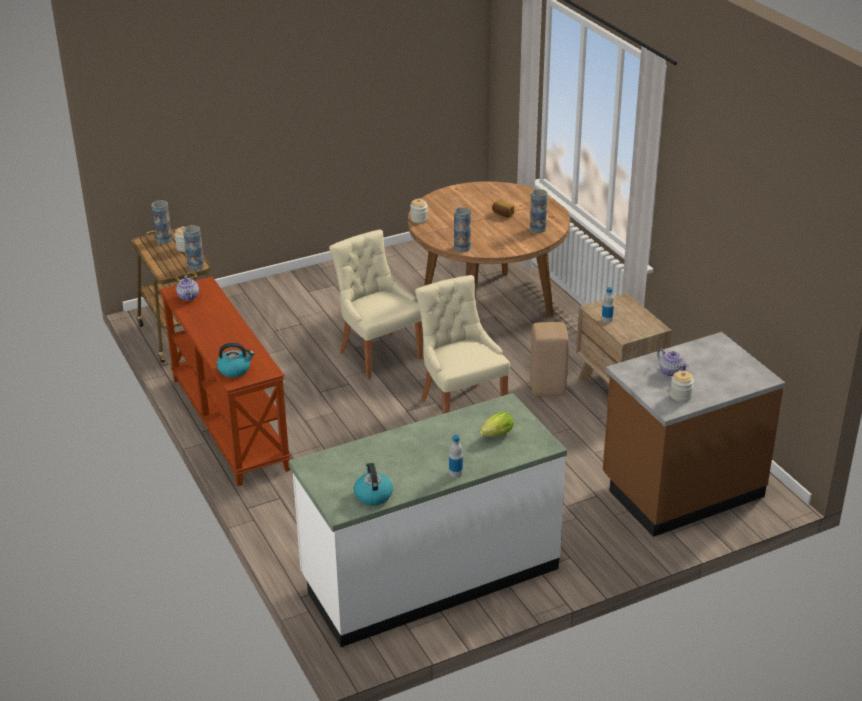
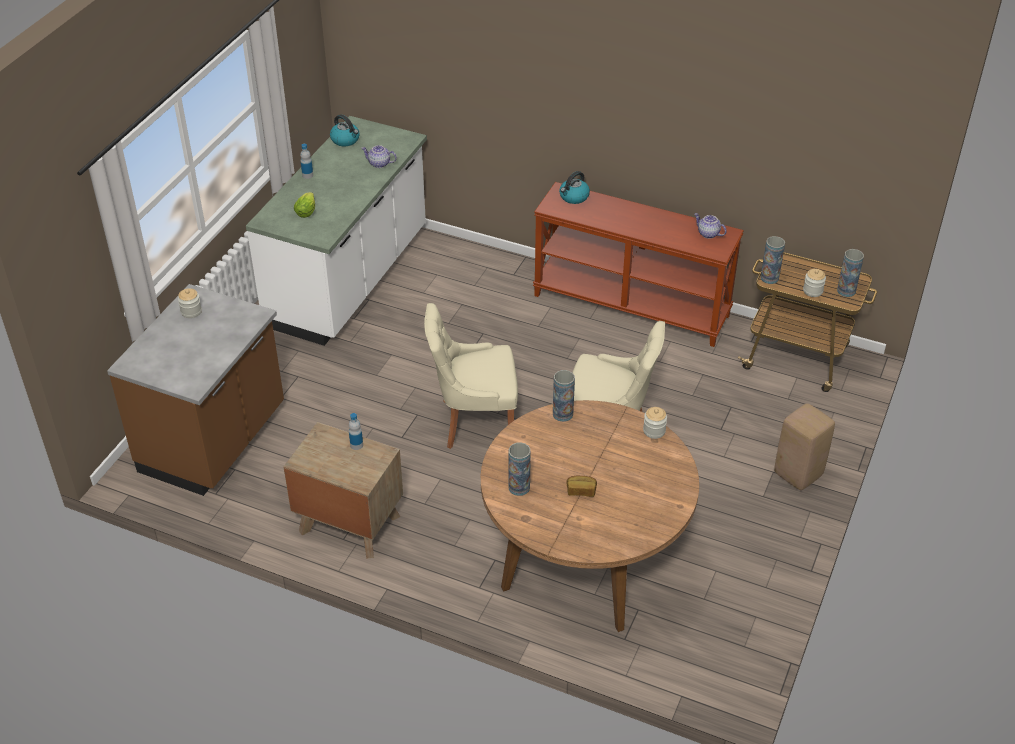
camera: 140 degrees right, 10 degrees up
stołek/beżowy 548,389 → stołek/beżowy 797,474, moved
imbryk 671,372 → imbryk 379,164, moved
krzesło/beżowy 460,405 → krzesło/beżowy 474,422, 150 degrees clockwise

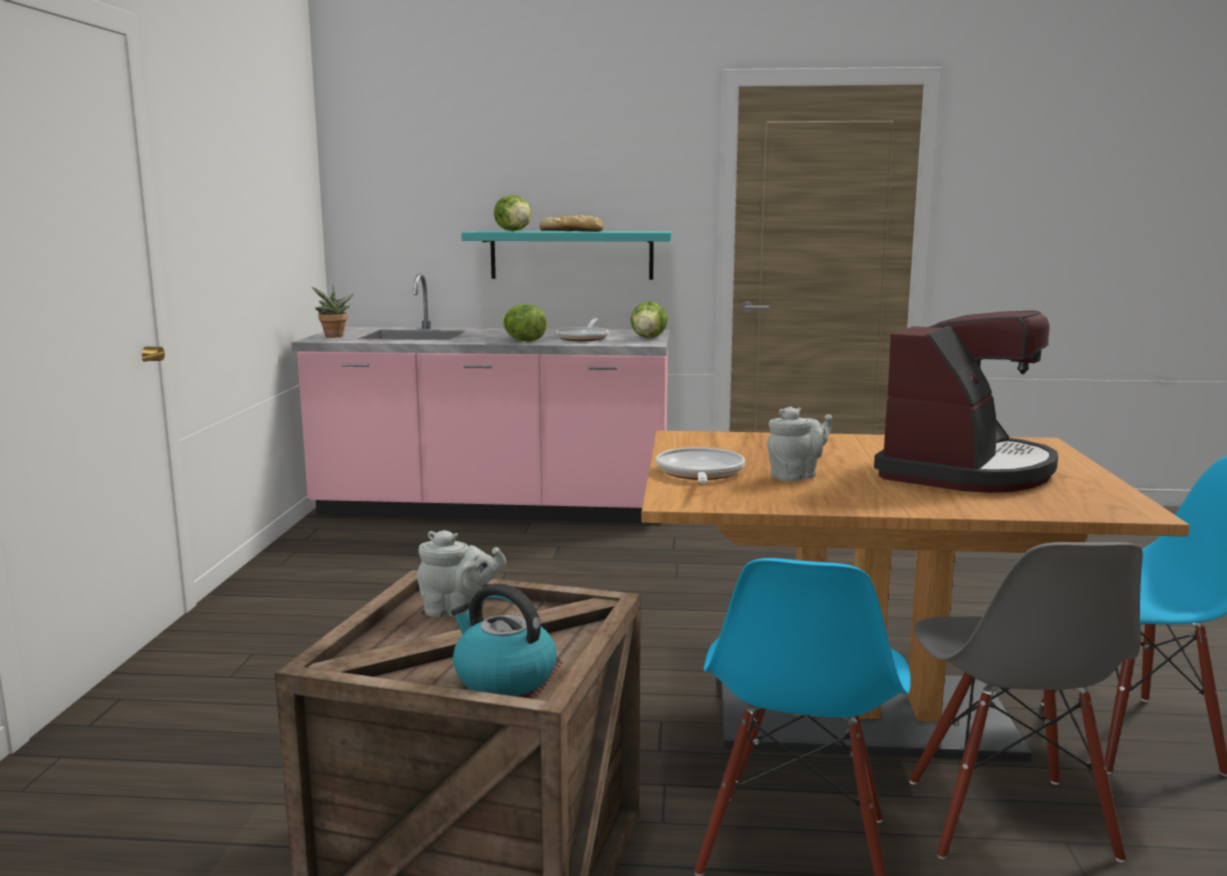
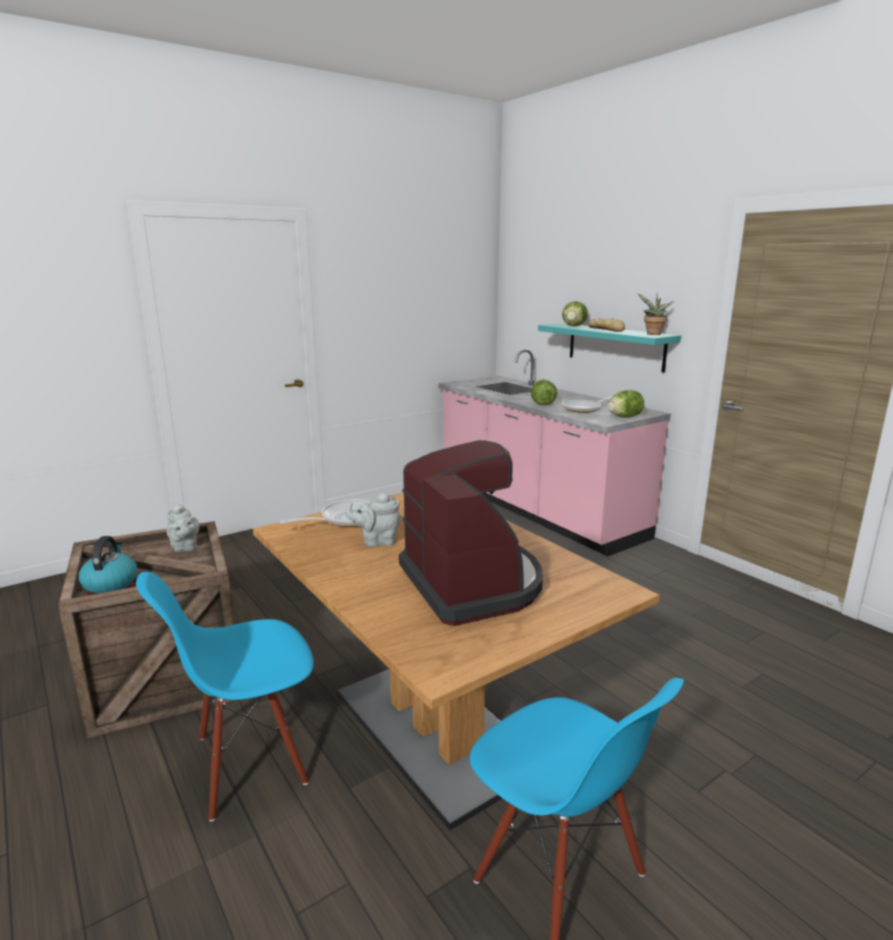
camera: 50 degrees right, 5 degrees up
krzesło/szary 1007,819 → -
roślina doniczkowa 334,336 → roślina doniczkowa 653,334, moved
imbryk/szary 796,476 → imbryk/szary 377,541, 150 degrees clockwise
ekspres do kawy 965,471 → ekspres do kawy 472,583, 105 degrees counterclockwise

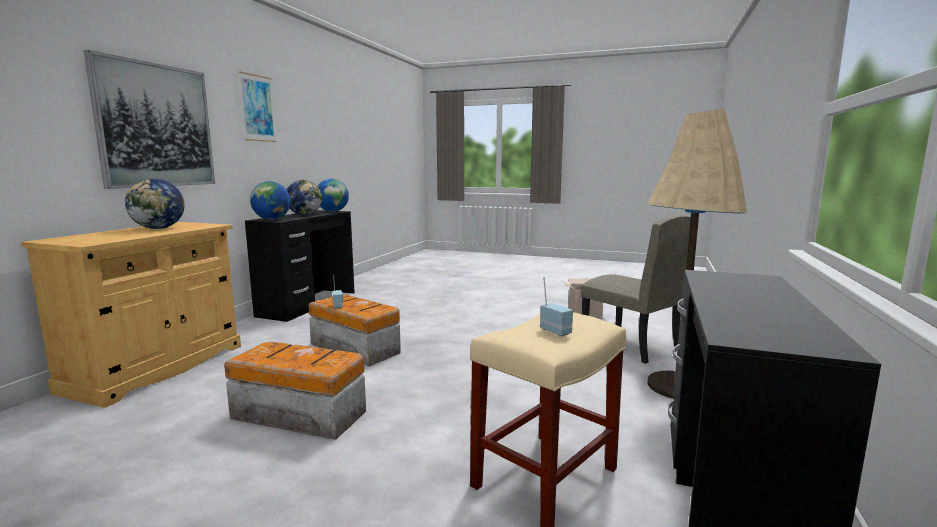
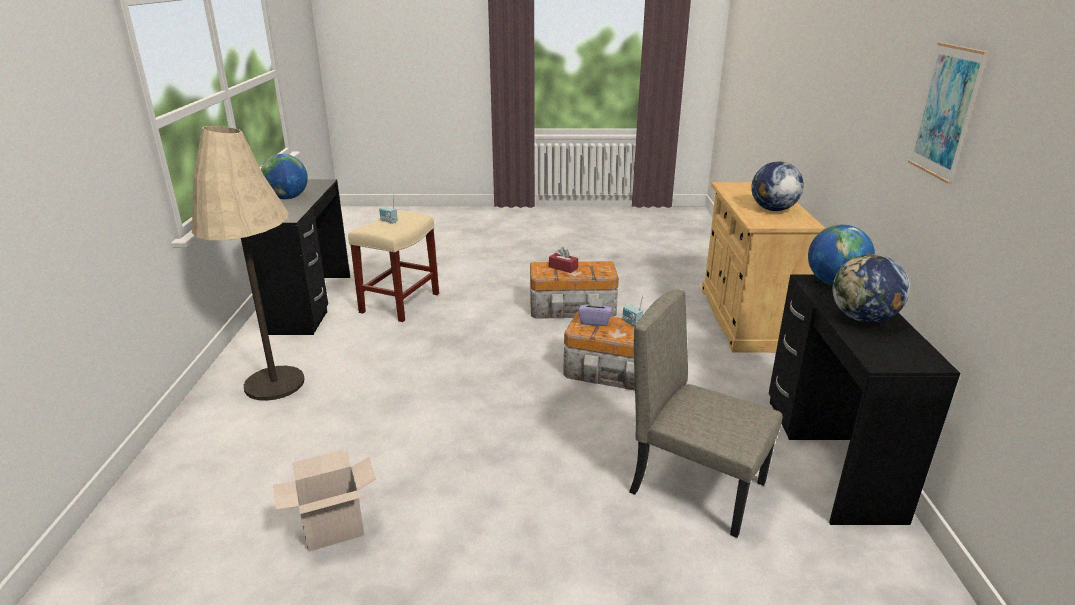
camera: 160 degrees right, 15 degrees up
obraz 156,126 → -
- → pudełko chusteczek/czerwony 563,267
- → pudełko chusteczek/fioletowy 594,322
globus 333,211 → globus 287,198, moved
krzesło/beżowy 629,344 → krzesło/beżowy 697,487, moved

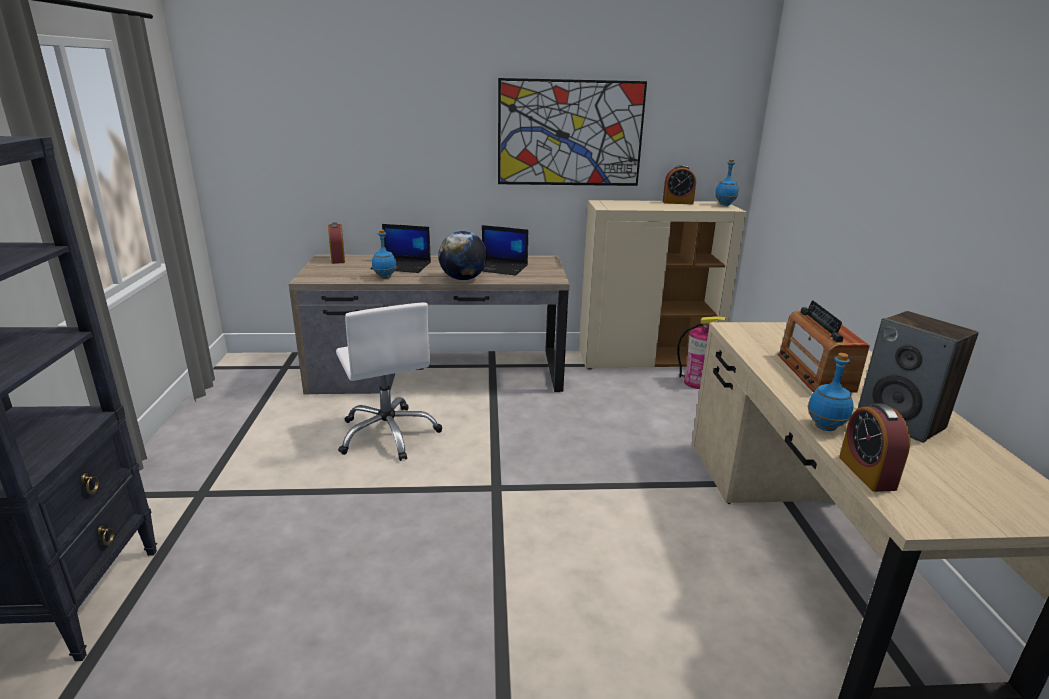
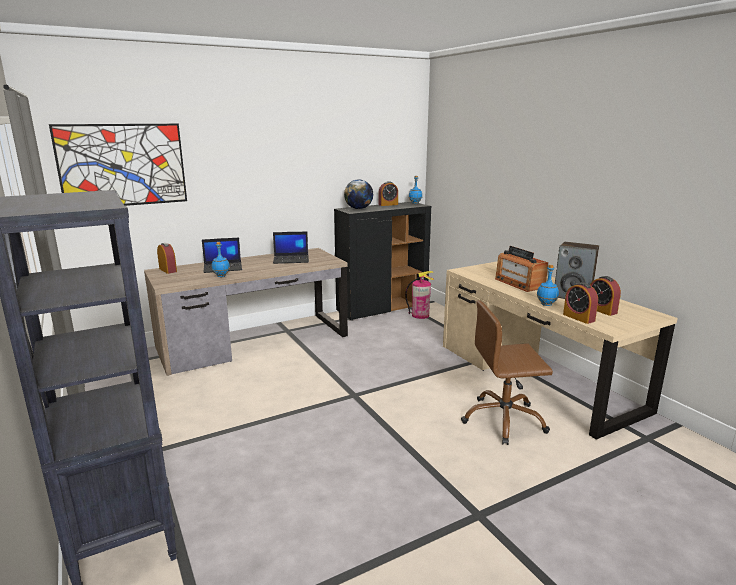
camera: 25 degrees left, 5 degrees down
krzesło biurowe/biały 388,434 → -
- → krzesło biurowe/brązowy 503,420
- → budzik 601,310
globus 463,279 → globus 358,209, moved
obraz 570,133 → obraz 123,165, moved
szafka/beżowy 648,360 → szafka/czarny 382,309

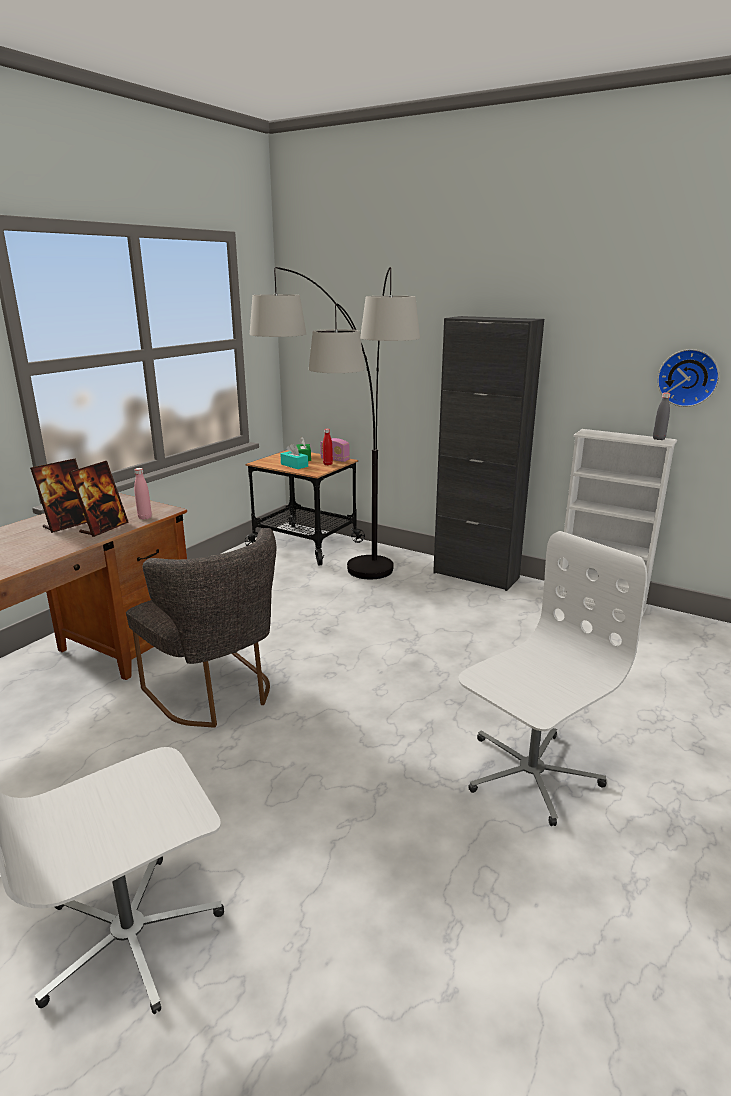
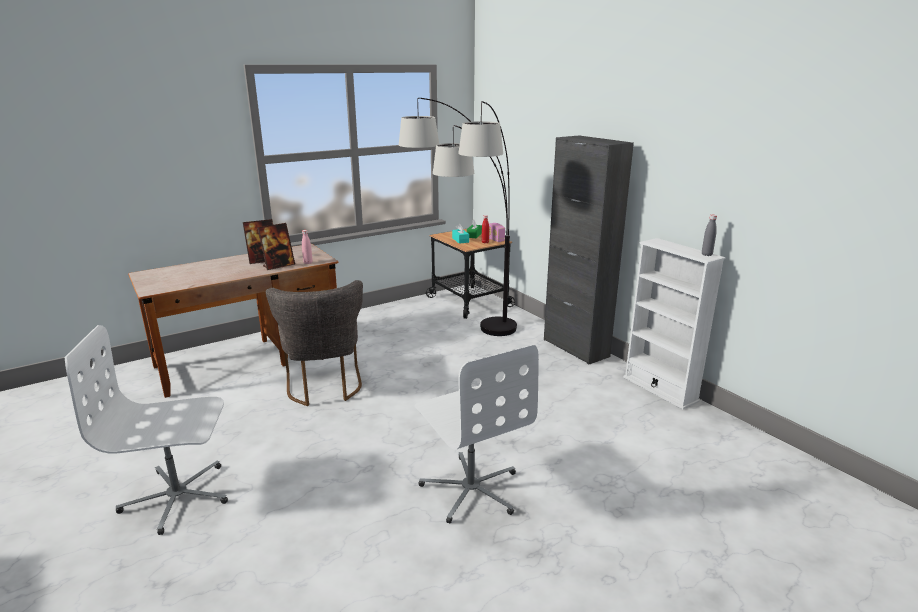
camera: 25 degrees right, 0 degrees up
zegar ścienny 688,377 → -
krzesło biurowe/biały 530,773 → krzesło biurowe/biały 471,489, 75 degrees clockwise

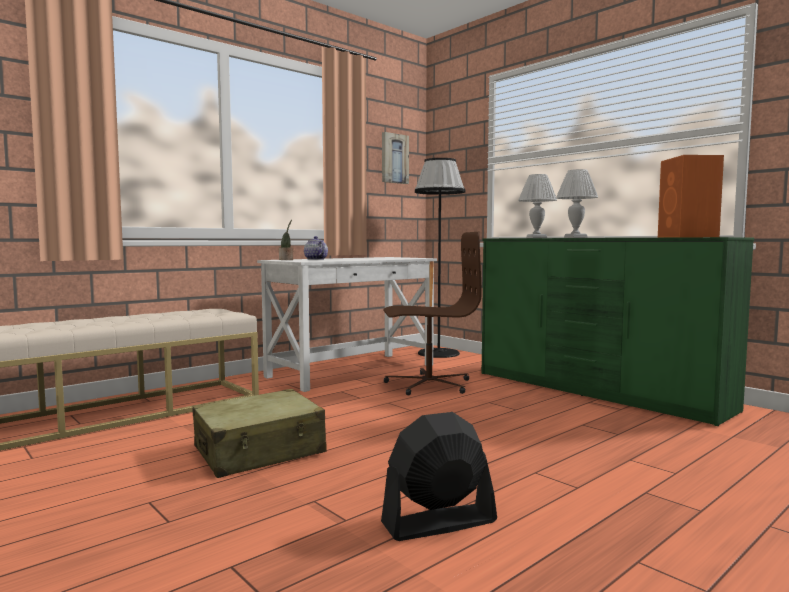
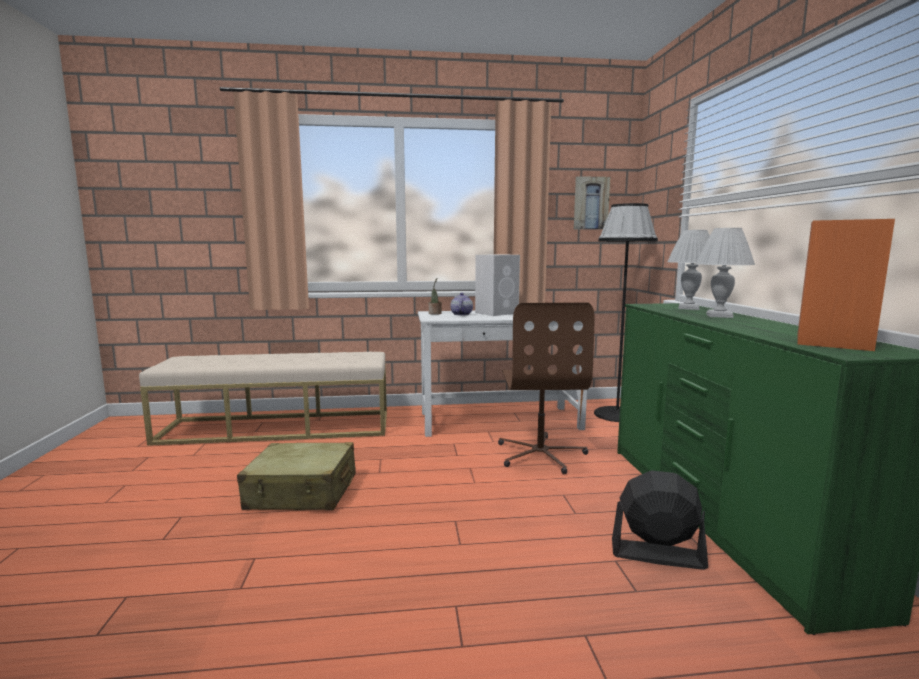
camera: 35 degrees right, 5 degrees up
- → głośnik/biały 497,313
wentylator/czarny 438,522 → wentylator/czarny 657,554, moved
krzesło biurowe/brązowy 428,384 → krzesło biurowe/brązowy 540,454, 60 degrees clockwise

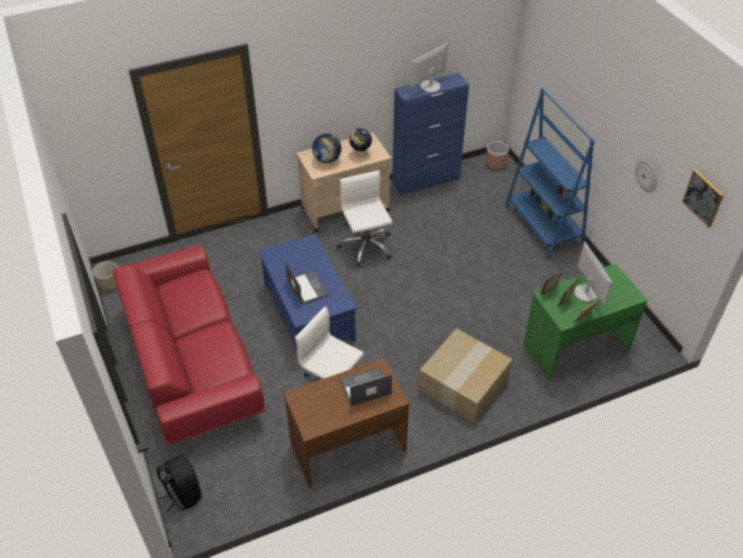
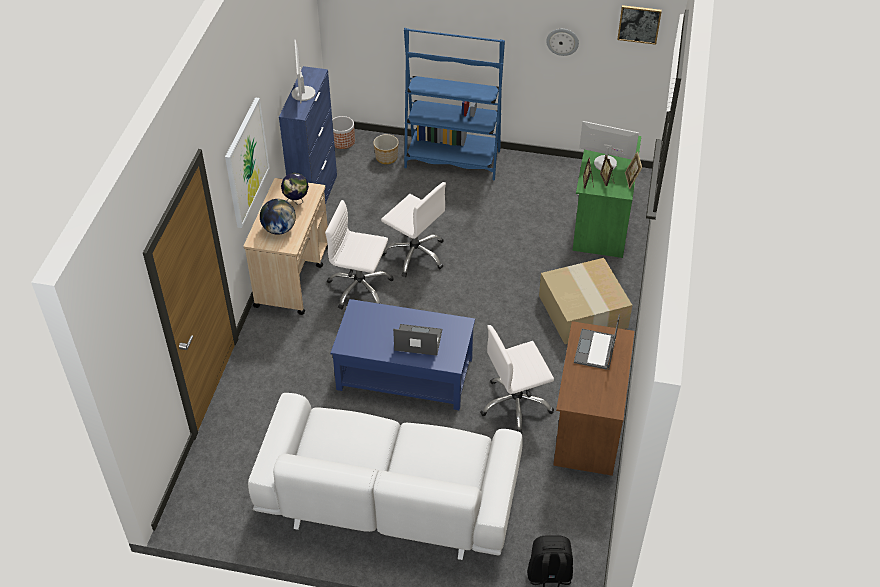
camera: 55 degrees left, 0 degrees up
- → obraz 246,162
- → krzesło biurowe/biały 415,254
donica 110,283 → donica 386,157, moved
kanapa/czerwony 192,362 → kanapa/biały 388,498

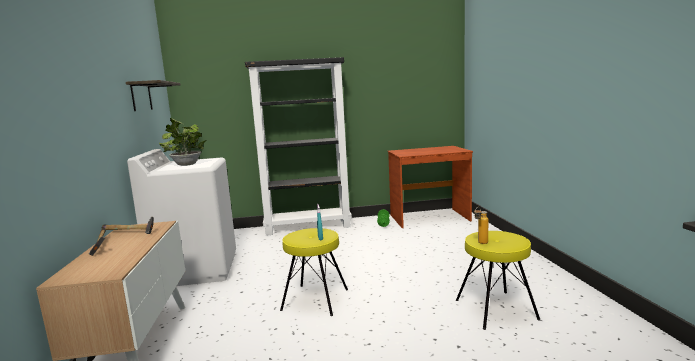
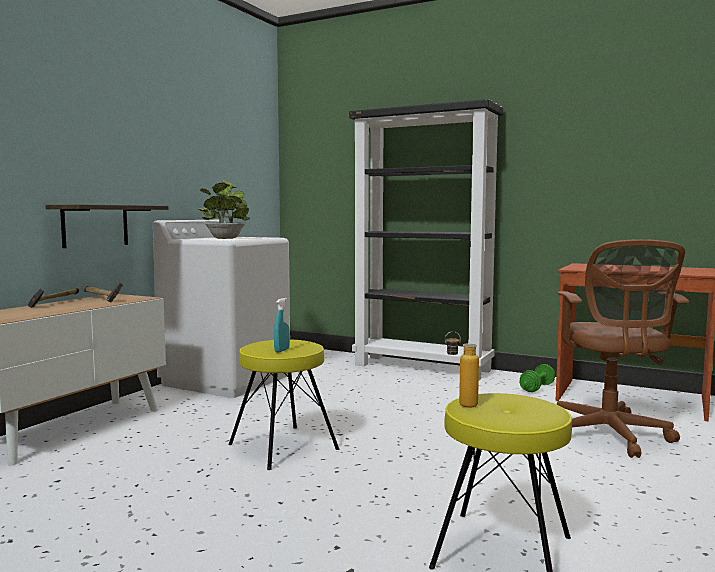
camera: 35 degrees right, 5 degrees down
- → krzesło biurowe/brązowy 610,436
półka 141,96 → półka 95,226, moved

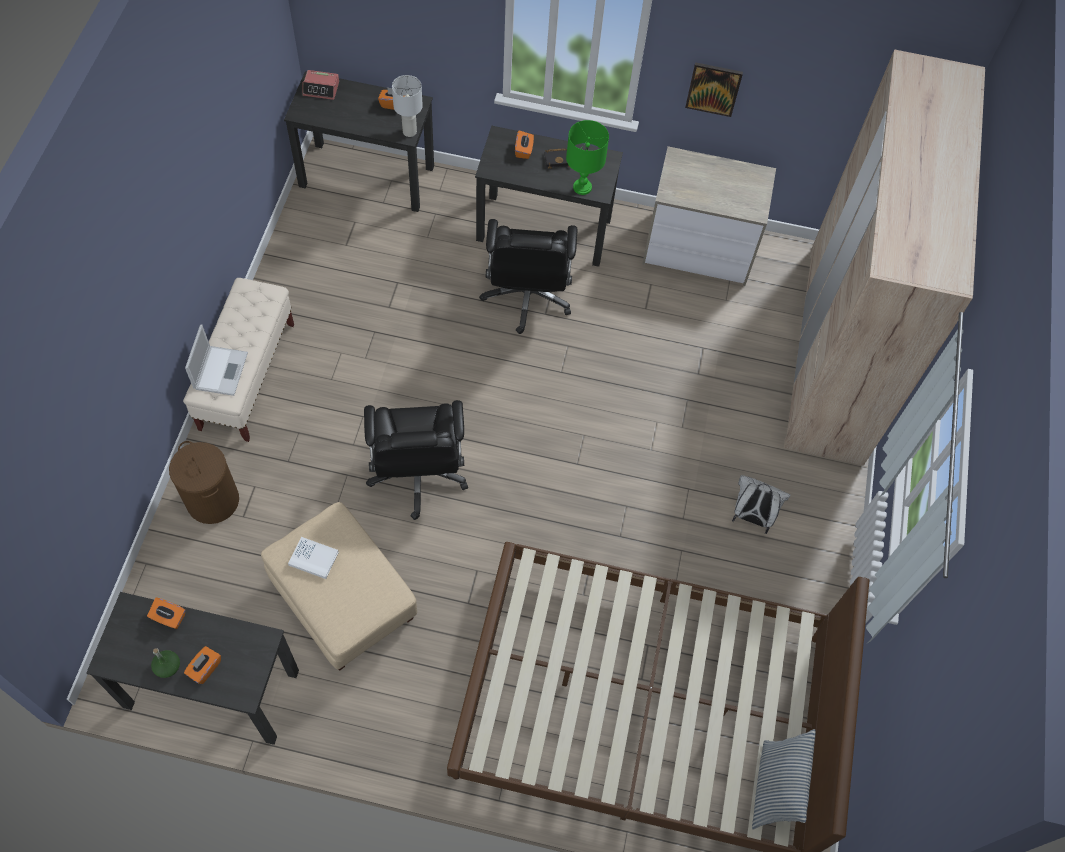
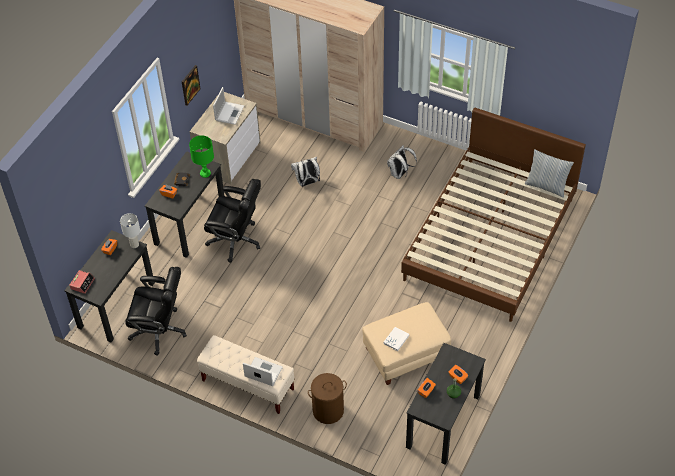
camera: 70 degrees left, 10 degrees down
- → laptop 229,113
- → plecak/biały 307,183
krzesło biurowe/czarny 418,475 → krzesło biurowe/czarny 159,330, moved

